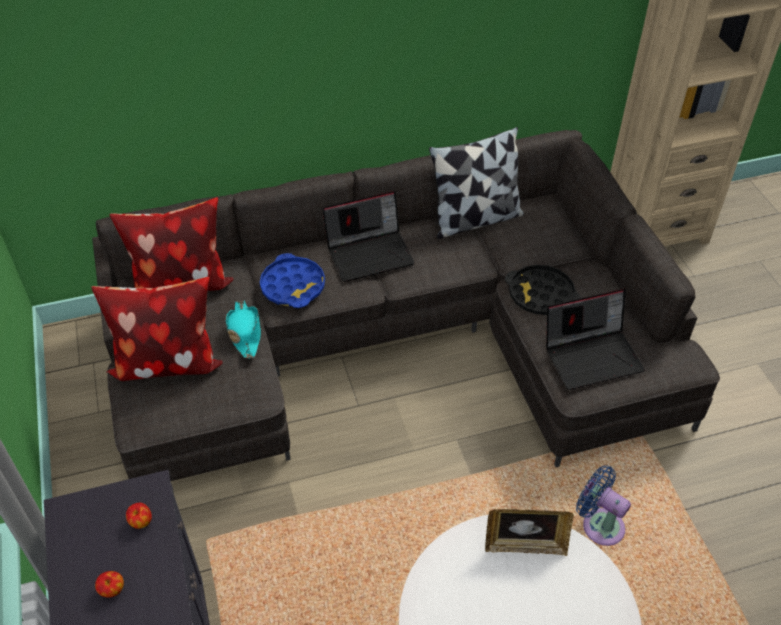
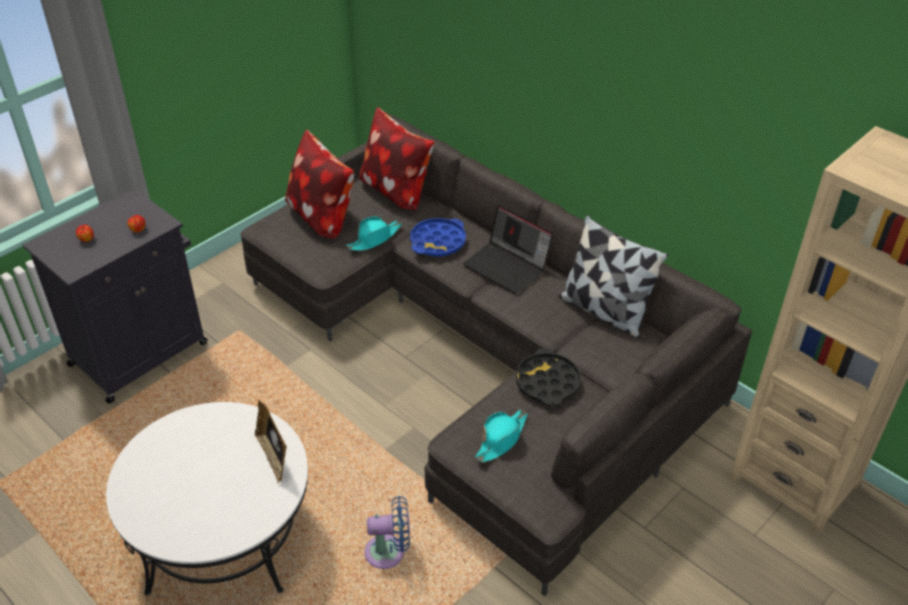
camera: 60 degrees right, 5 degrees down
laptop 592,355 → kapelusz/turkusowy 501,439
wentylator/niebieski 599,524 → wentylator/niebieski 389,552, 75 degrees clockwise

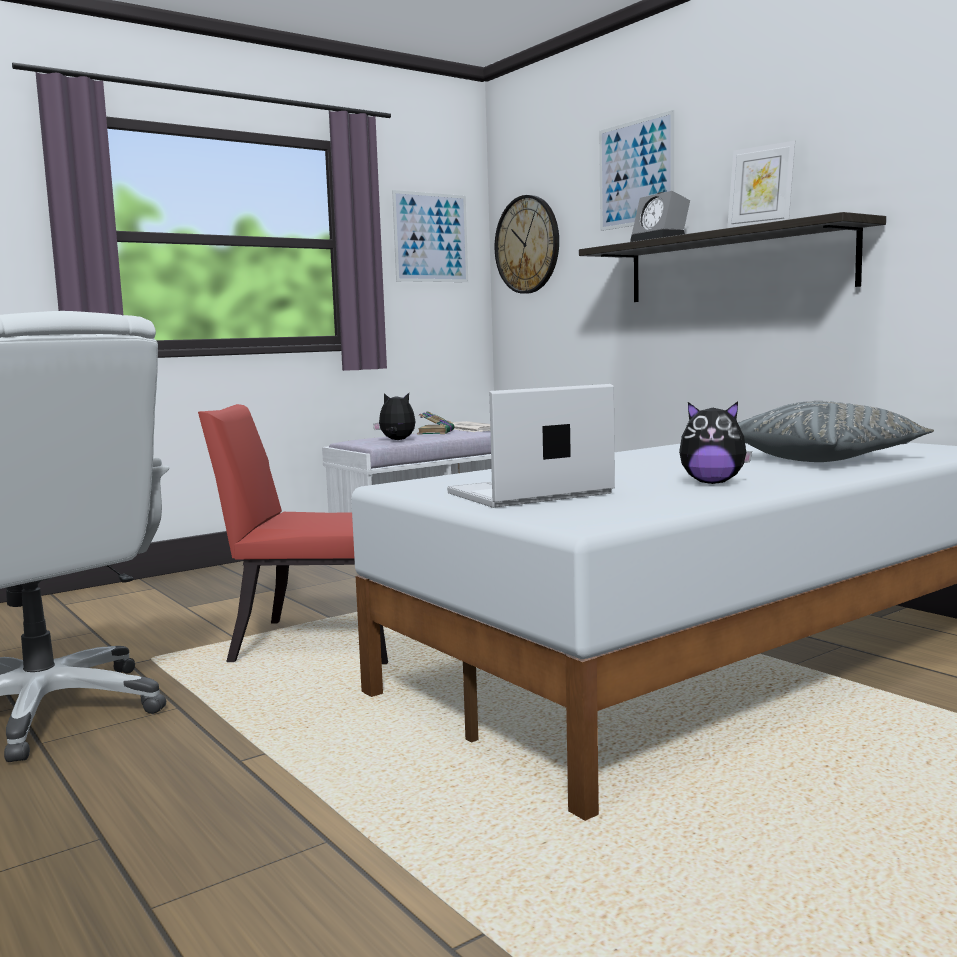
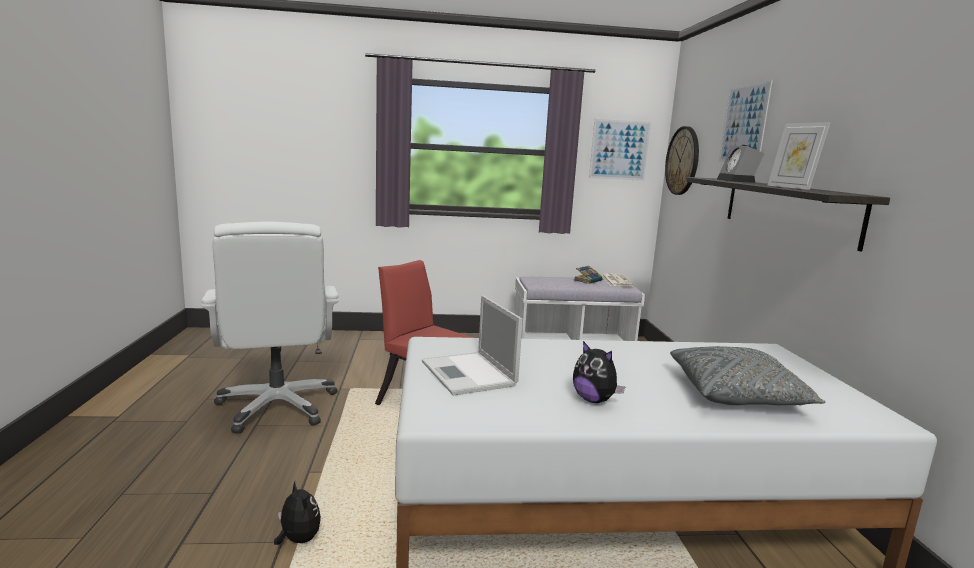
camera: 30 degrees right, 5 degrees up
pluszak 396,440 → pluszak 298,539, moved
laptop 527,494 → laptop 469,374, 120 degrees counterclockwise

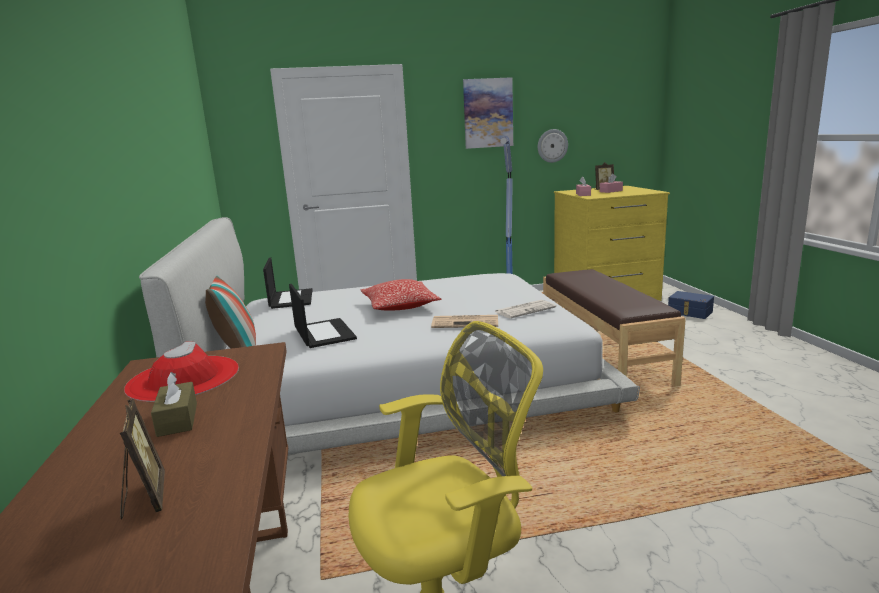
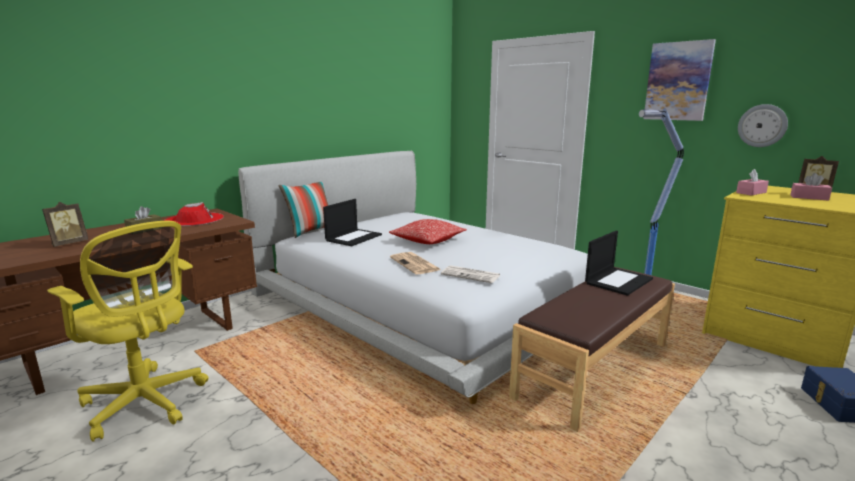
camera: 55 degrees right, 0 degrees up
laptop 291,299 → laptop 618,281, moved

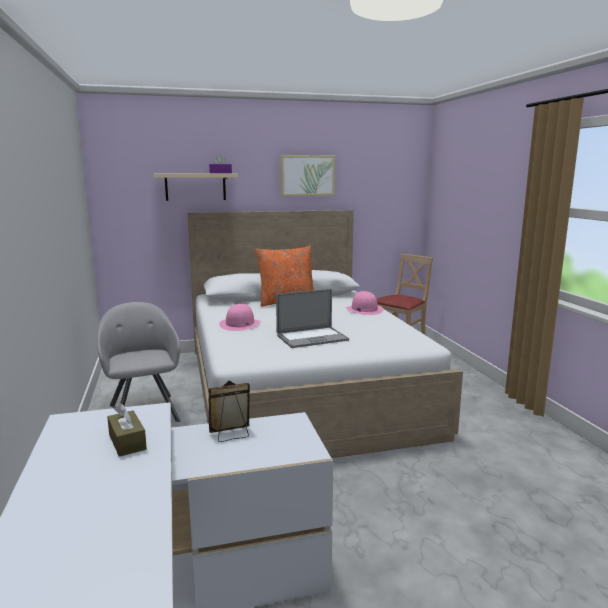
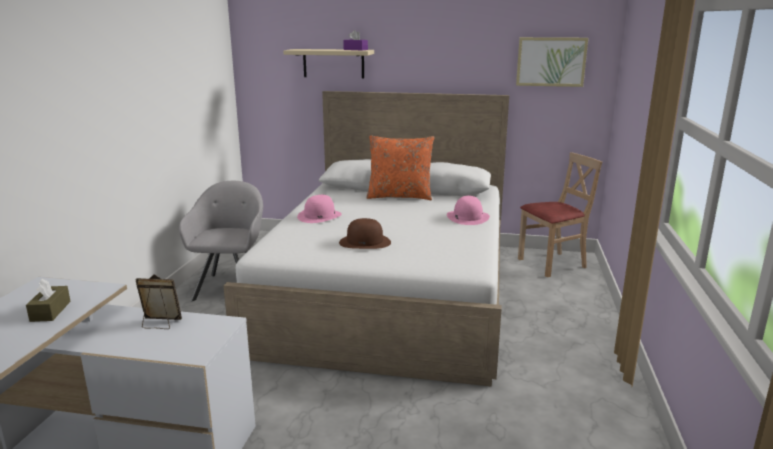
camera: 25 degrees right, 5 degrees up
obraz 307,175 → obraz 551,61, moved
laptop 312,338 → kapelusz/brązowy 365,242

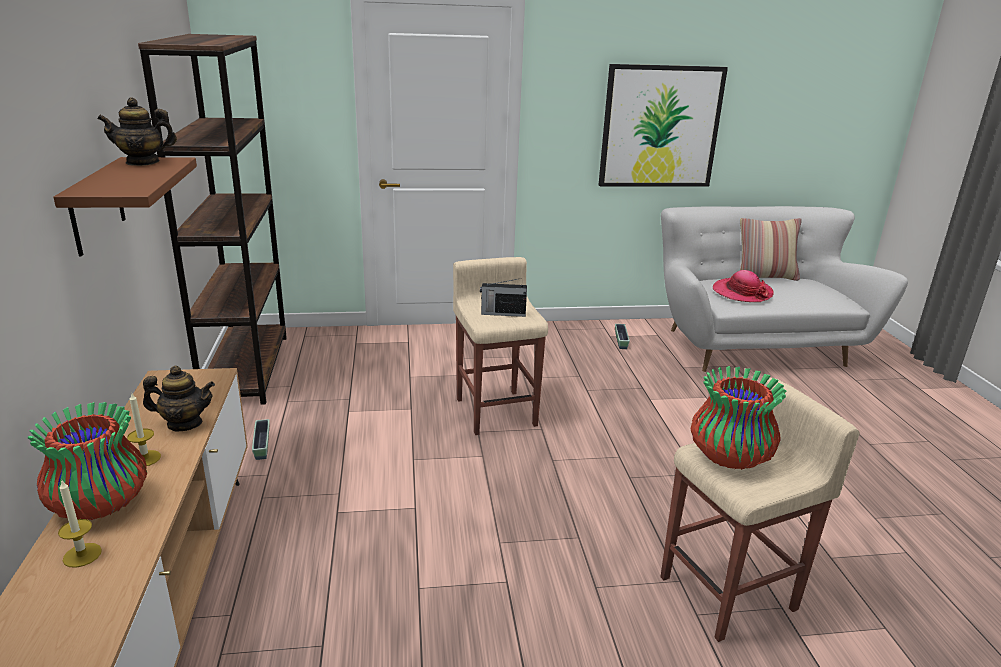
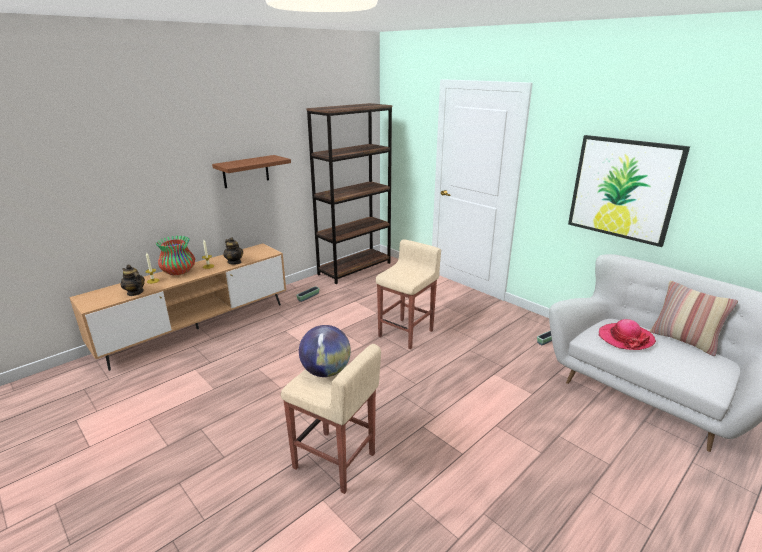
camera: 55 degrees right, 0 degrees up
radio 502,313 → -
imbryk 143,162 → imbryk 135,292, moved
wazon 729,456 → globus 326,371

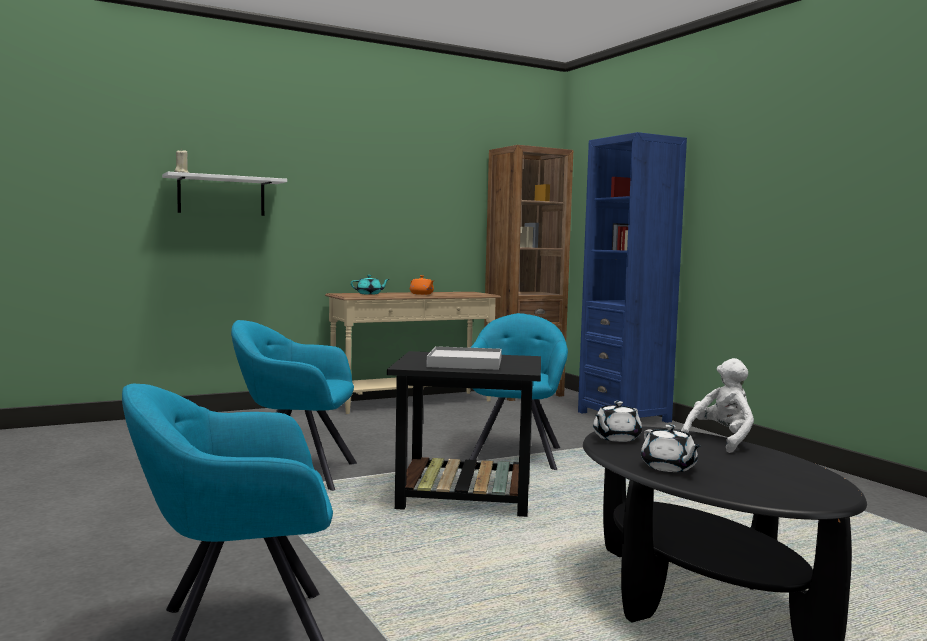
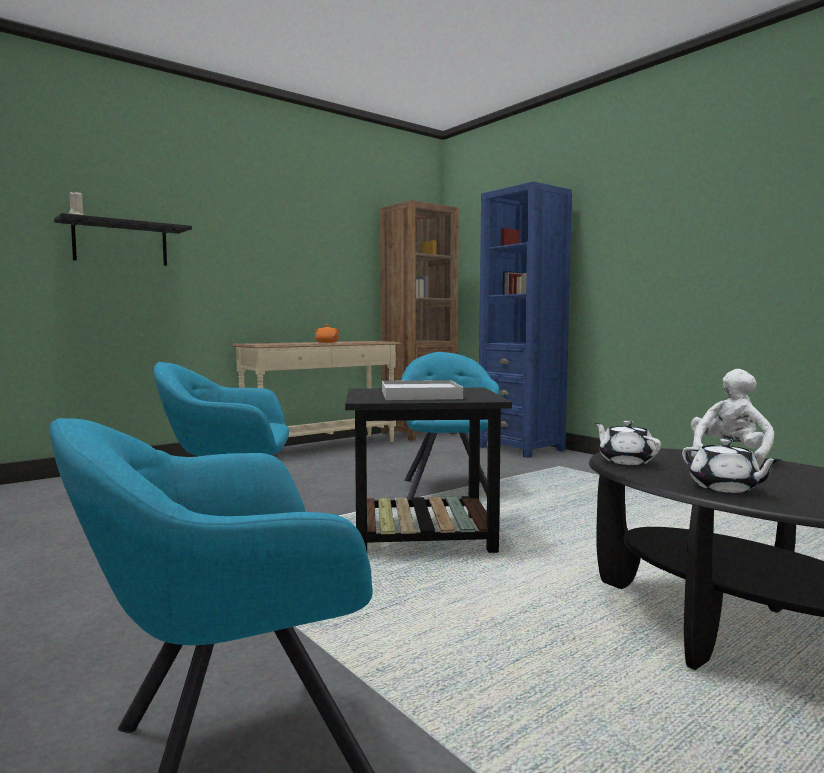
camera: 10 degrees left, 0 degrees up
imbryk/turkusowy 369,294 → -
półka/biały 221,196 → półka/czarny 120,244
imbryk/biały 615,438 → imbryk/biały 625,461, 120 degrees clockwise

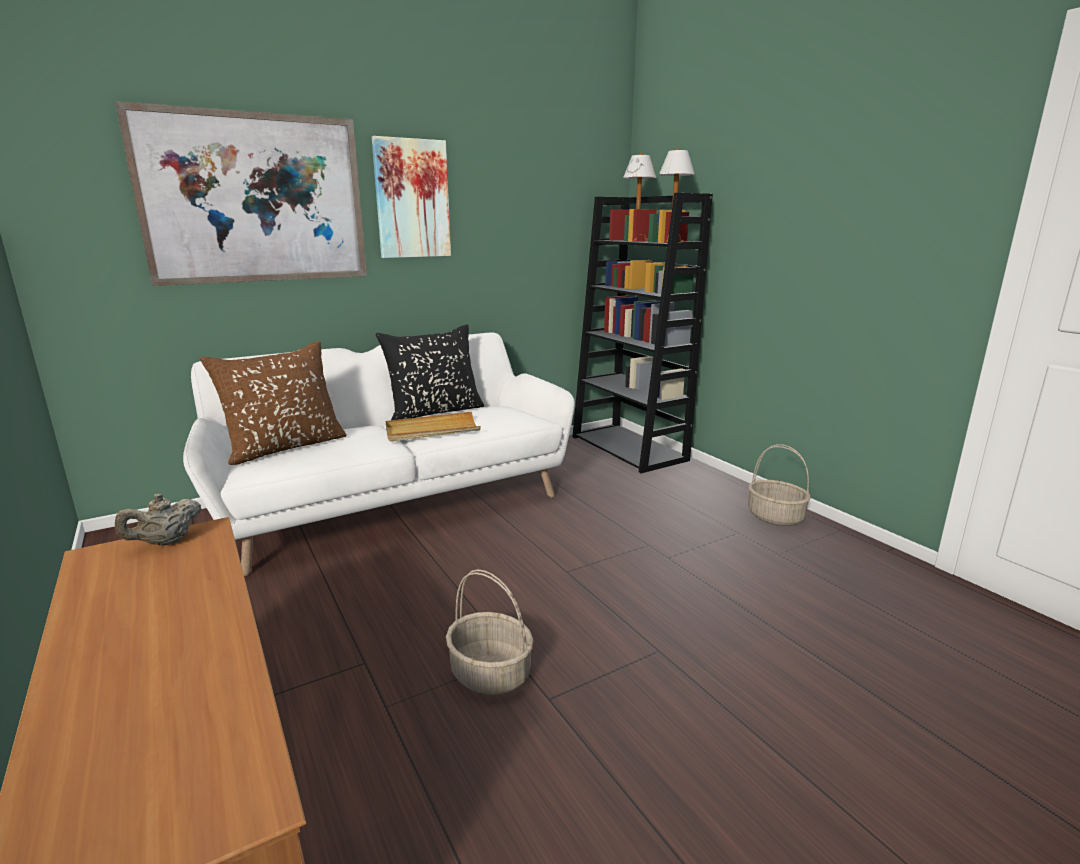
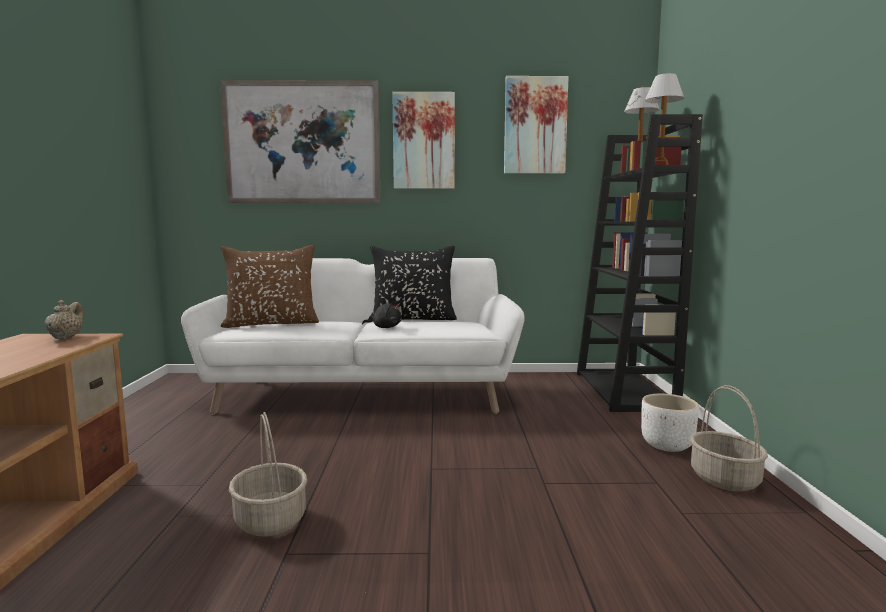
camera: 30 degrees right, 10 degrees down
- → obraz 535,126
- → donica/biały 667,445
taca/beżowy 432,430 → pluszak/czarny 385,327
imbryk/beżowy 166,542 → imbryk/beżowy 66,337, 105 degrees clockwise

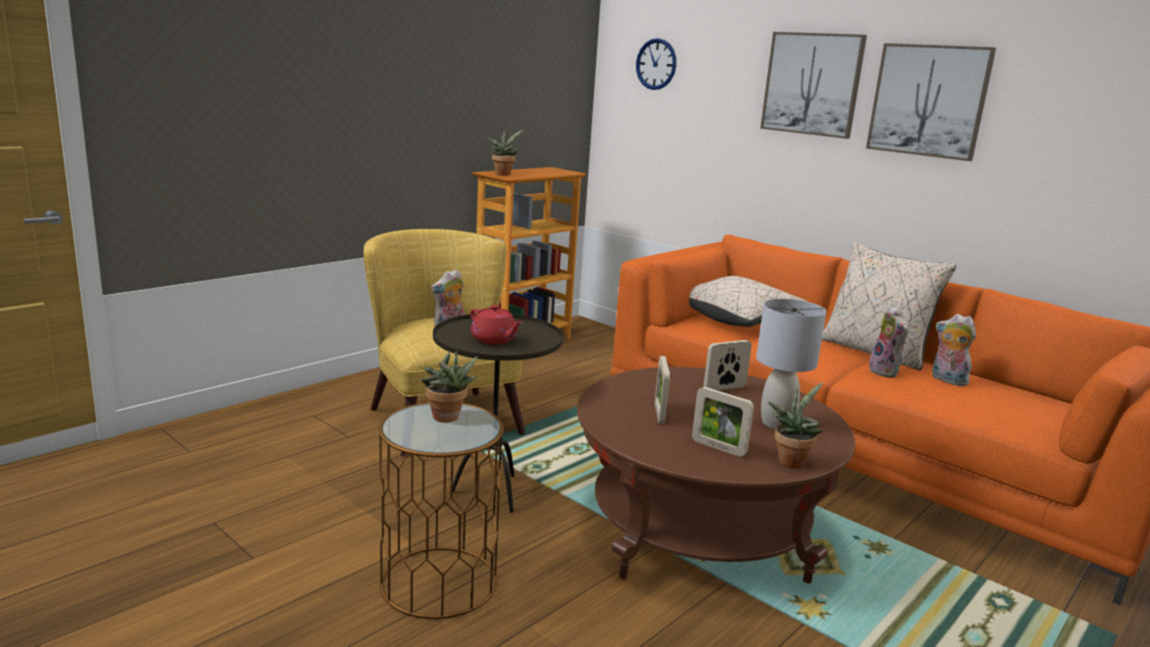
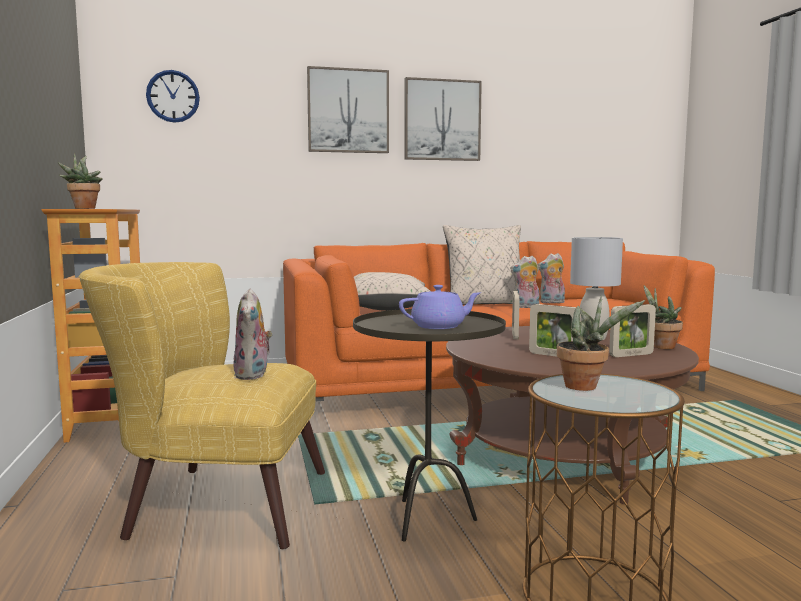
camera: 55 degrees left, 10 degrees down
imbryk/czerwony 494,340 → imbryk/fioletowy 439,326
pluszak 886,372 → pluszak 526,307, 150 degrees clockwise

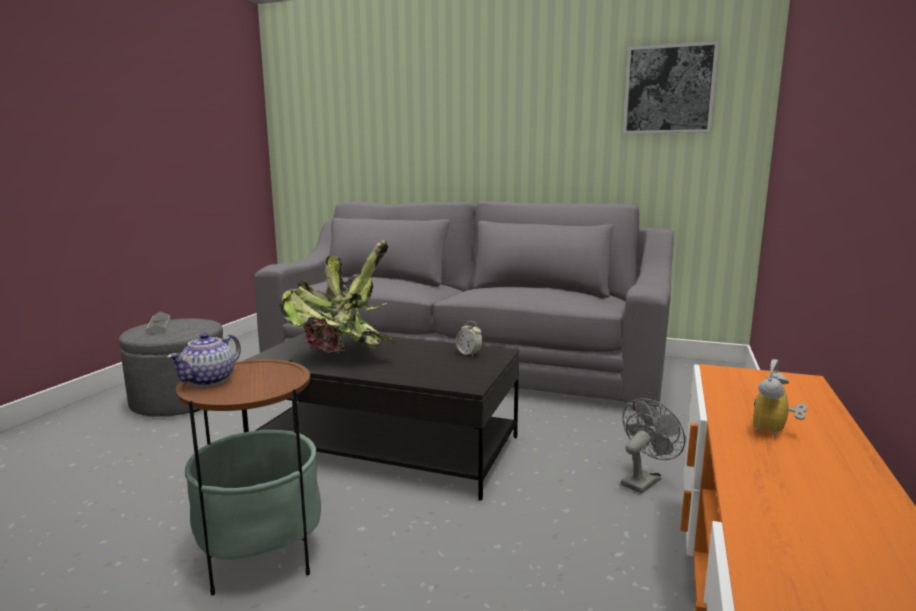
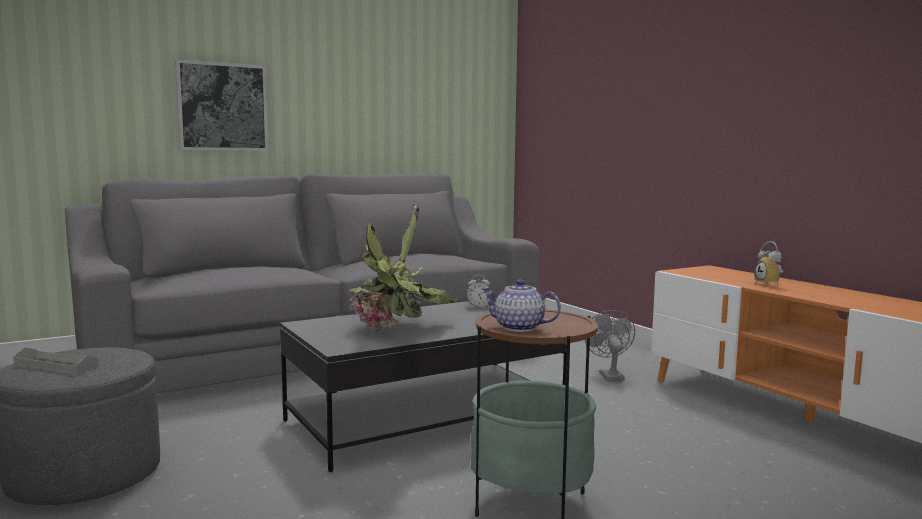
camera: 50 degrees left, 5 degrees down
obraz 669,89 → obraz 222,107, moved
imbryk 210,380 → imbryk 519,327, 135 degrees clockwise

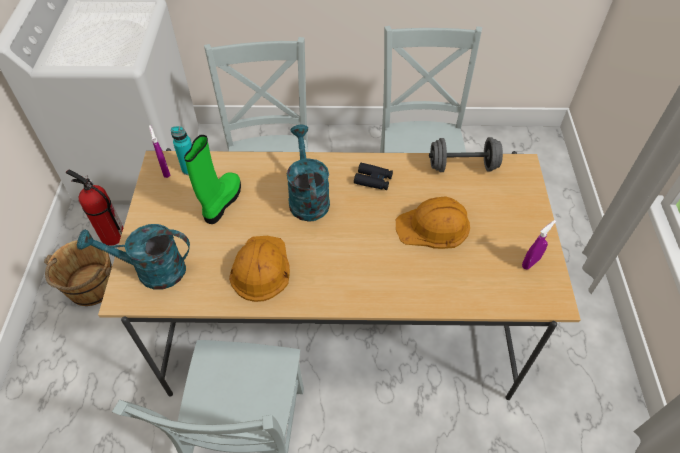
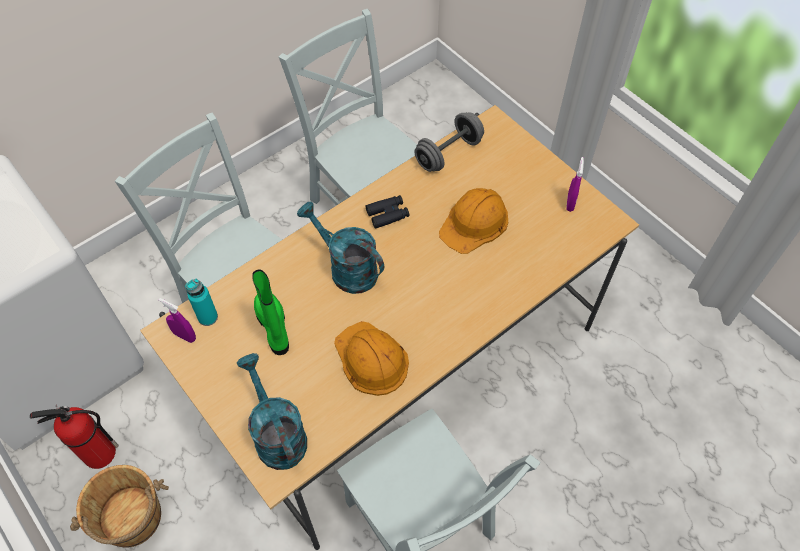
camera: 40 degrees left, 5 degrees up
konewka/turkusowy 151,271 → konewka/turkusowy 277,434, 105 degrees clockwise

